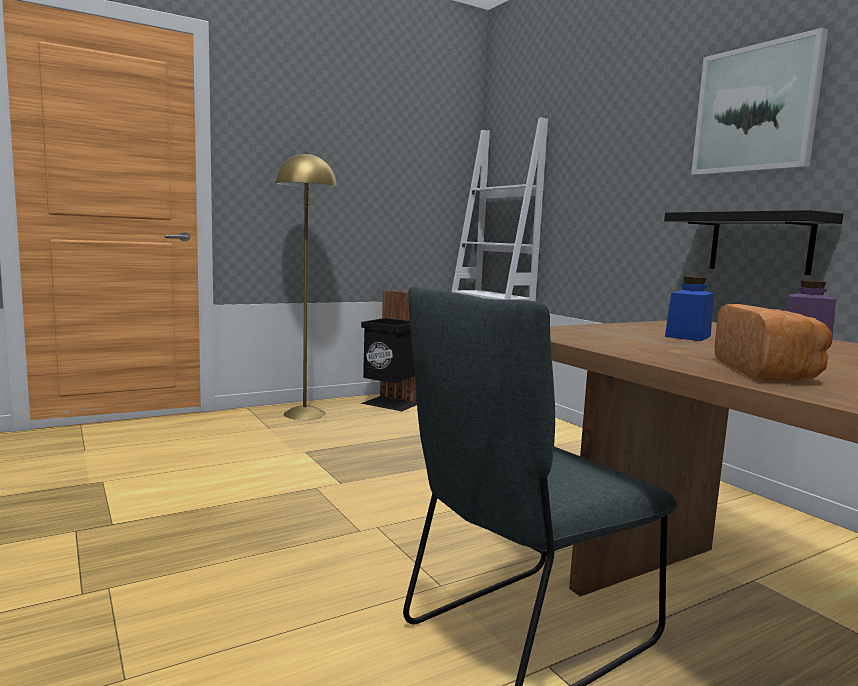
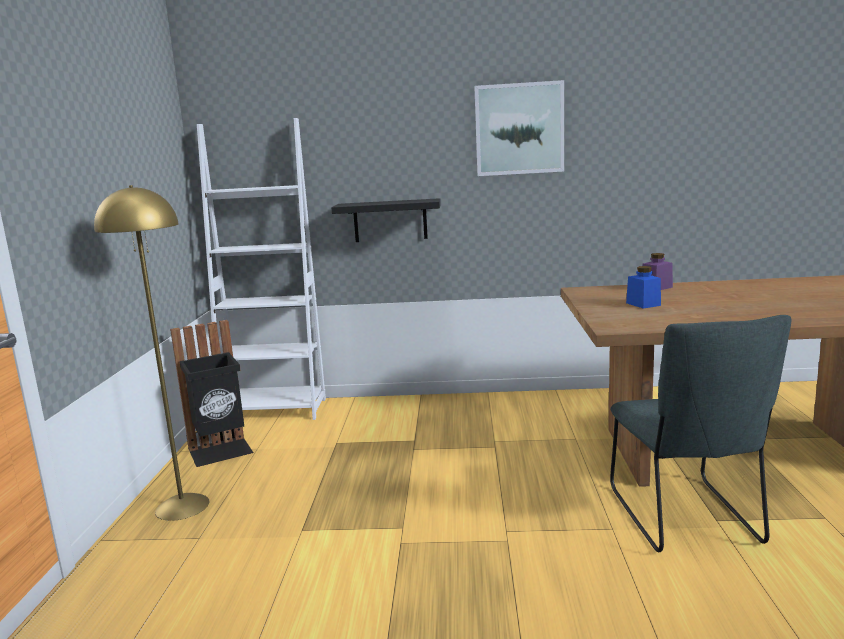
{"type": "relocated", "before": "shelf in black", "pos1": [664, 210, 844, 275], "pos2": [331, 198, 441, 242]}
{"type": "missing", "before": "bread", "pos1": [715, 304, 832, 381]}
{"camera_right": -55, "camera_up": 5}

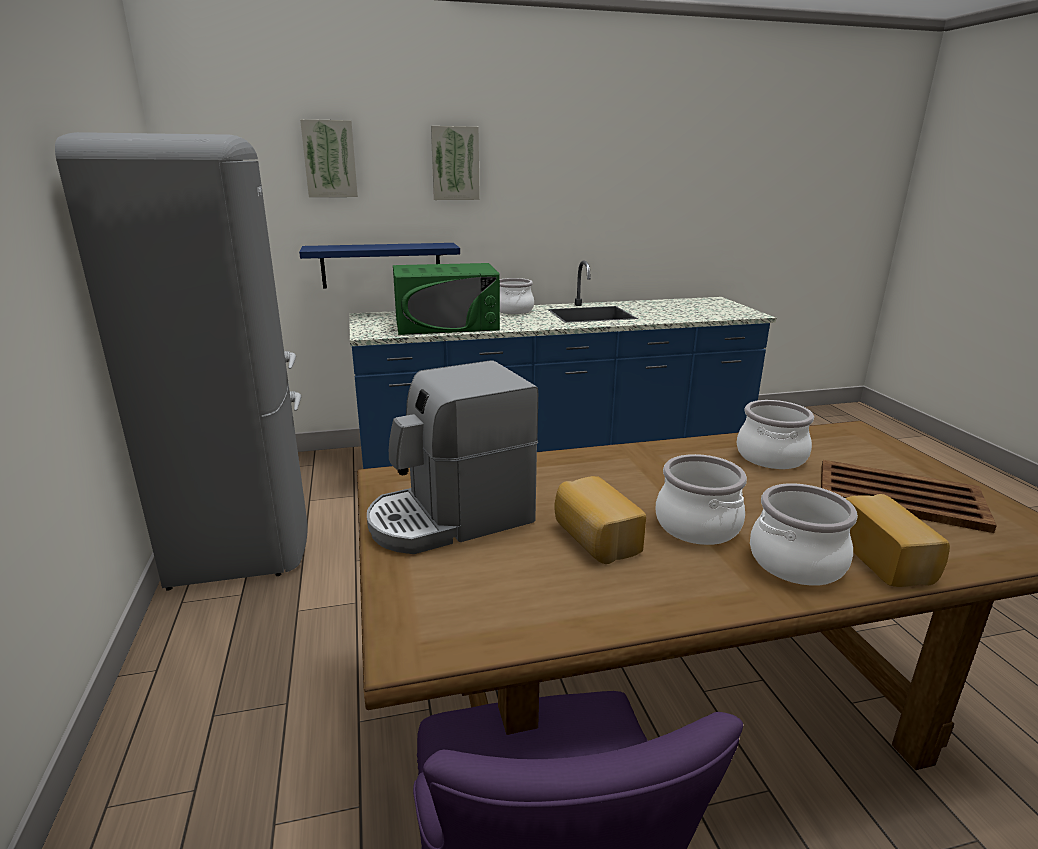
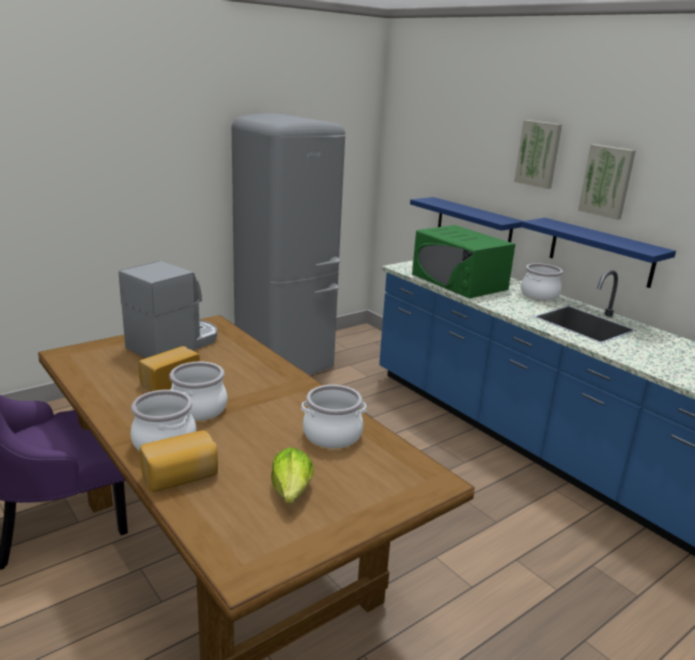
{"type": "relocated", "before": "picture", "pos1": [300, 119, 358, 197], "pos2": [578, 144, 636, 220]}
{"type": "spun", "before": "coffee machine", "pos1": [367, 360, 538, 554], "pos2": [119, 261, 217, 358], "turn": 90}
{"type": "exchanged", "before": "tray in brown", "after": "lettuce", "pos1": [821, 460, 997, 533], "pos2": [271, 447, 314, 503]}
{"type": "appeared", "after": "shelf in blue", "pos2": [521, 218, 676, 288]}
{"camera_right": 65, "camera_up": 0}

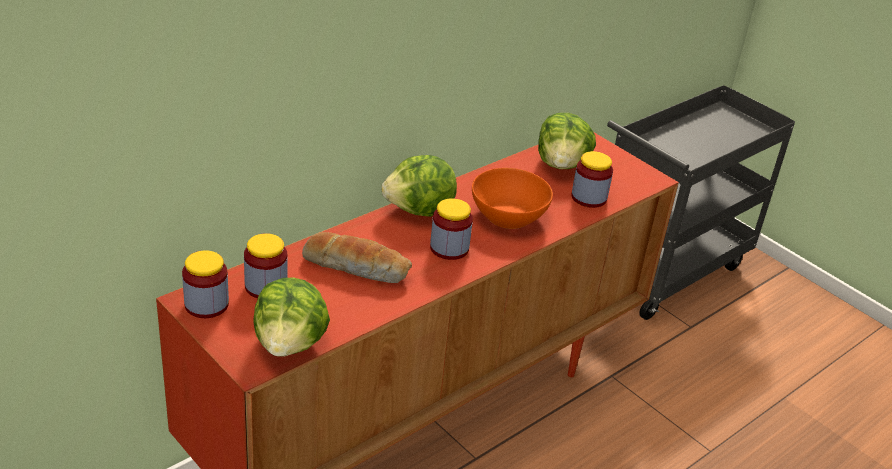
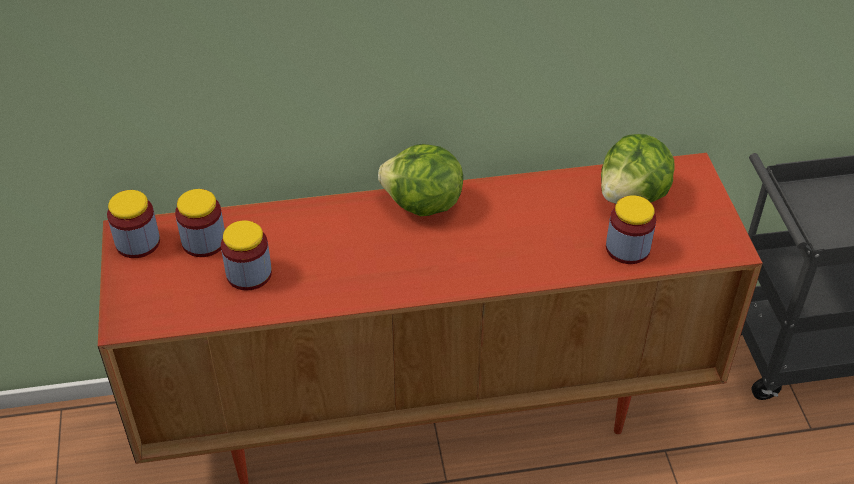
{"type": "missing", "before": "lettuce", "pos1": [253, 278, 330, 357]}
{"type": "missing", "before": "bread", "pos1": [302, 232, 412, 283]}
{"type": "relocated", "before": "jar", "pos1": [430, 198, 473, 260], "pos2": [221, 220, 272, 291]}
{"type": "missing", "before": "bowl in orange", "pos1": [472, 168, 553, 229]}
{"camera_right": 35, "camera_up": 10}

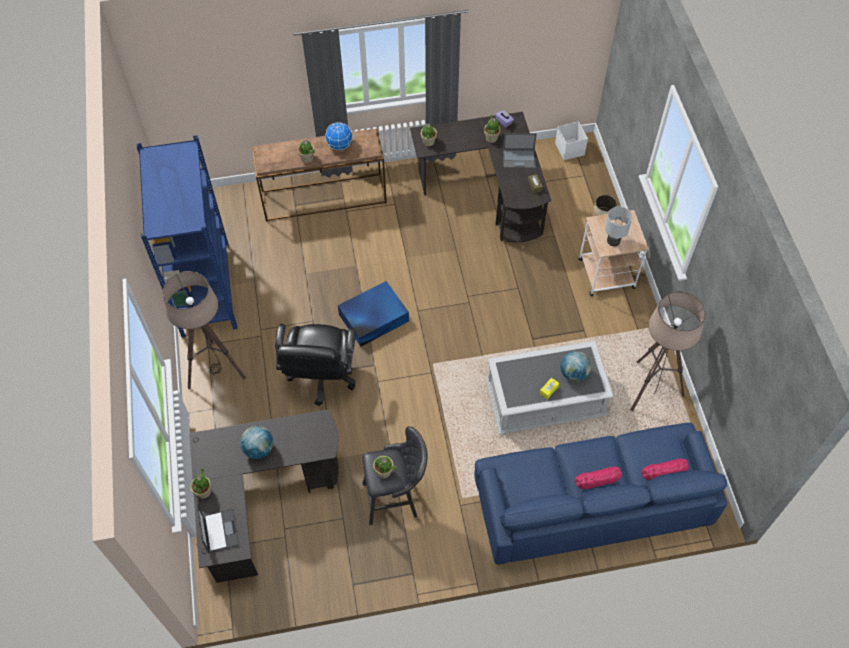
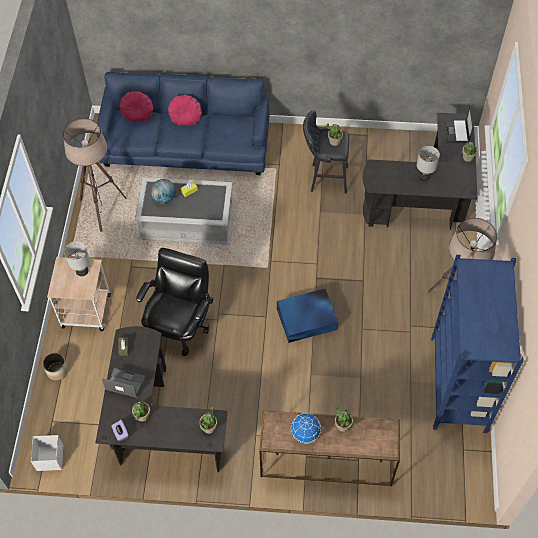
{"type": "exchanged", "before": "globe", "after": "table lamp in grey", "pos1": [240, 426, 273, 459], "pos2": [417, 146, 440, 181]}
{"type": "relocated", "before": "office chair in black", "pos1": [275, 324, 356, 406], "pos2": [136, 248, 213, 356]}
{"camera_right": -165, "camera_up": 0}

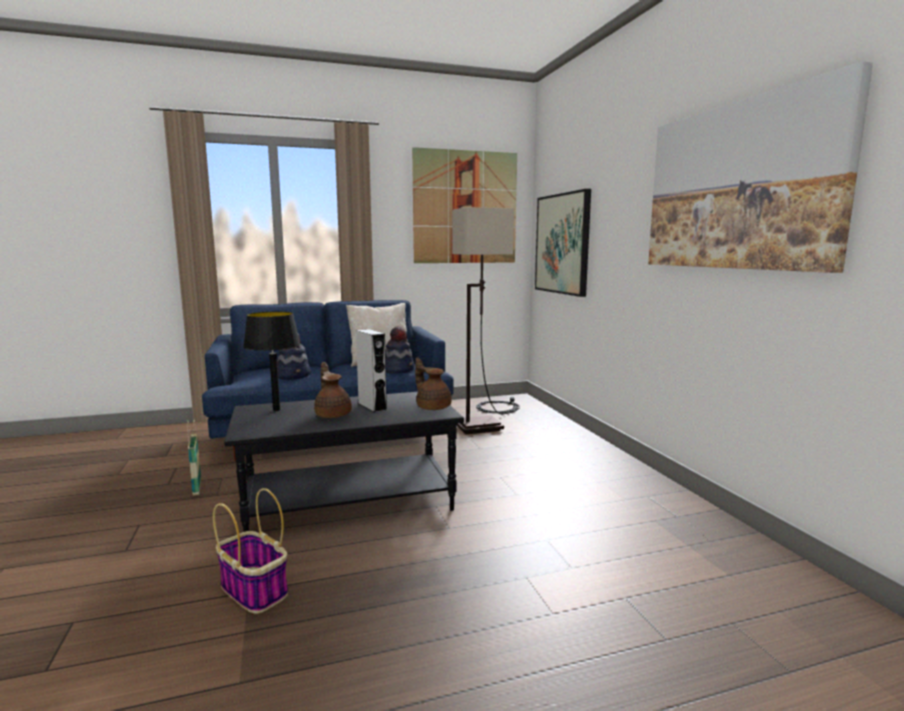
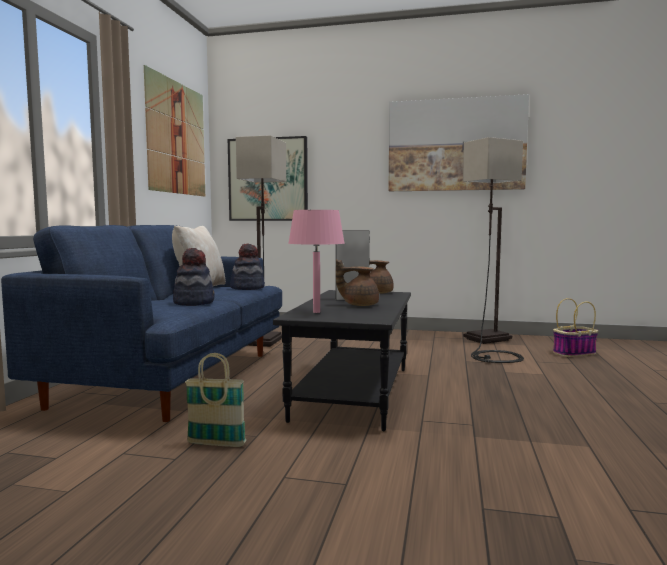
{"type": "relocated", "before": "basket", "pos1": [213, 488, 288, 614], "pos2": [553, 298, 598, 357]}
{"type": "colour", "before": "table lamp in black", "after": "table lamp in pink", "pos1": [243, 311, 301, 411], "pos2": [288, 210, 345, 313]}
{"type": "appeared", "after": "floor lamp", "pos2": [463, 137, 524, 363]}
{"camera_right": -60, "camera_up": -5}

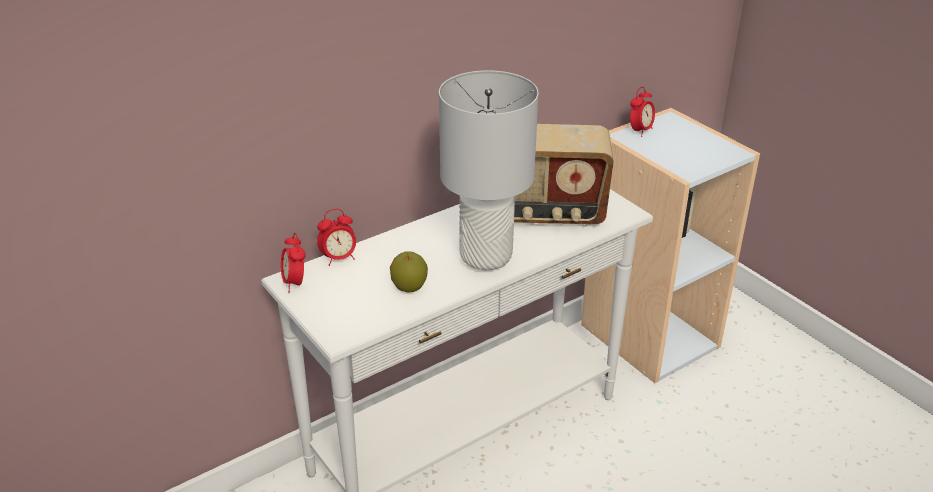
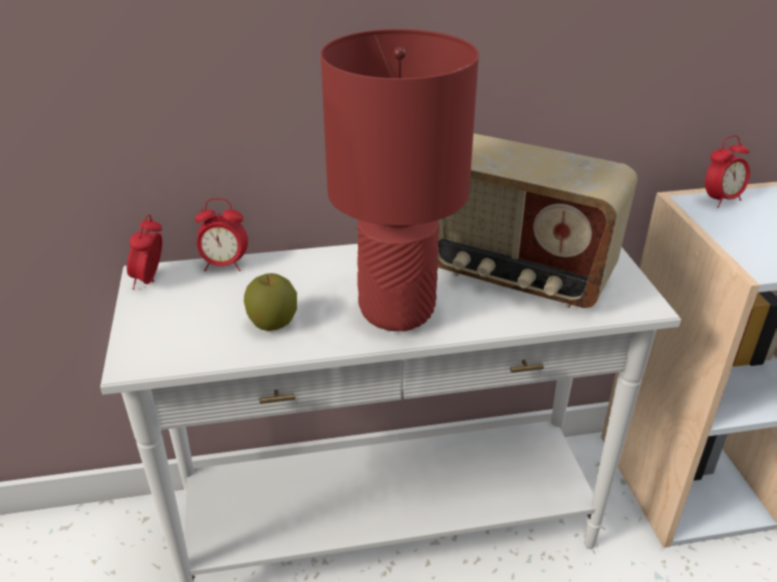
{"type": "colour", "before": "table lamp in grey", "after": "table lamp in red", "pos1": [439, 70, 538, 270], "pos2": [321, 29, 479, 331]}
{"camera_right": 25, "camera_up": 0}

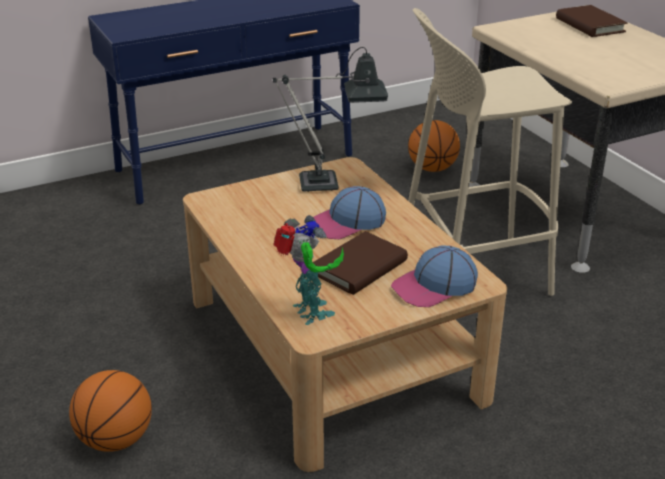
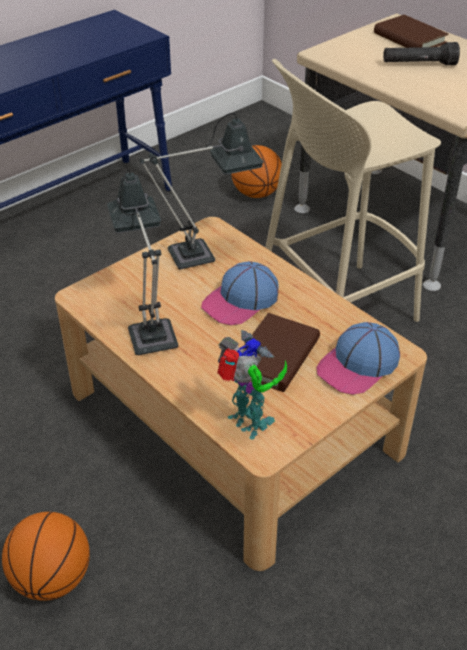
{"type": "appeared", "after": "table lamp", "pos2": [107, 170, 178, 355]}
{"type": "appeared", "after": "flashlight in black", "pos2": [383, 42, 460, 65]}
{"camera_right": -15, "camera_up": 10}

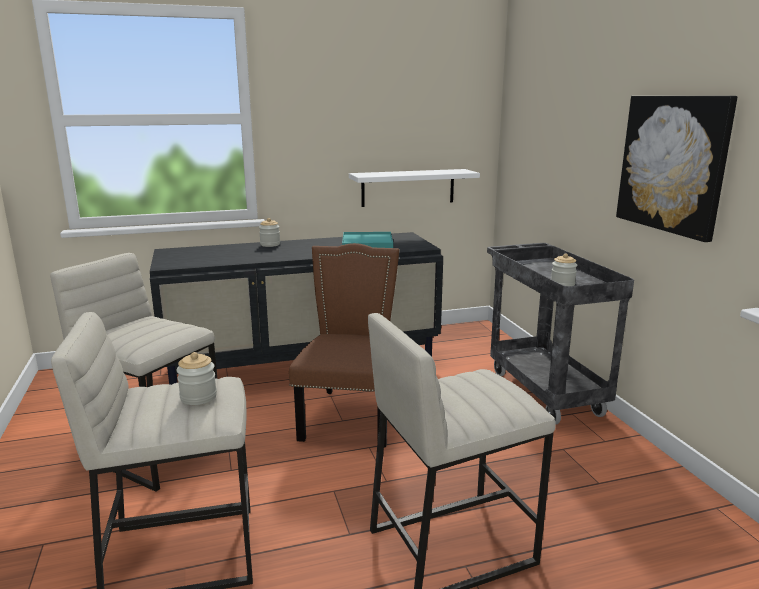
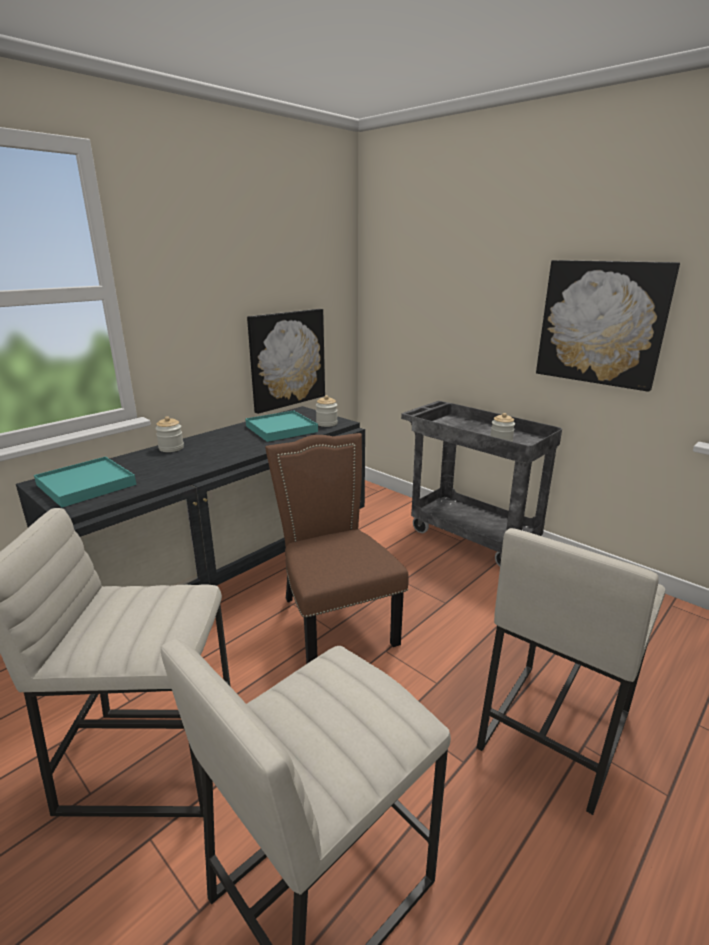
{"type": "relocated", "before": "jar", "pos1": [177, 352, 217, 405], "pos2": [316, 395, 338, 427]}
{"type": "exchanged", "before": "shelf in white", "after": "picture", "pos1": [349, 169, 480, 207], "pos2": [247, 309, 325, 414]}
{"type": "appeared", "after": "tray in turquoise", "pos2": [34, 457, 137, 508]}
{"camera_right": -30, "camera_up": 5}

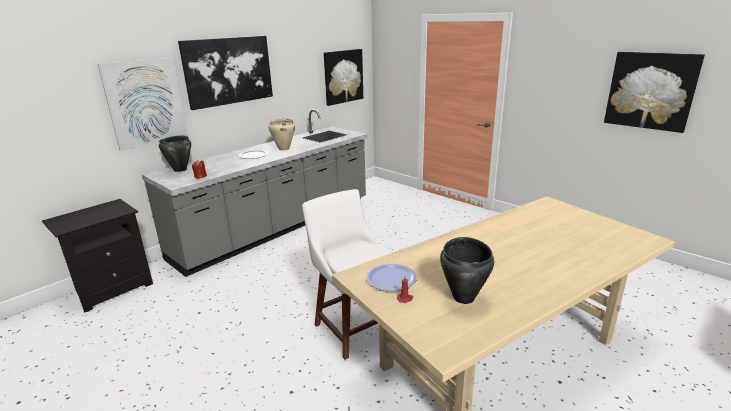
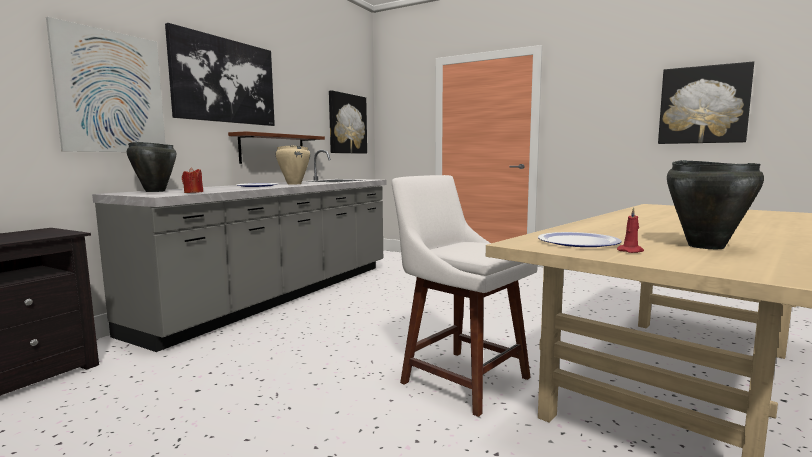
{"type": "appeared", "after": "shelf in brown", "pos2": [228, 131, 325, 164]}
{"camera_right": -15, "camera_up": -15}

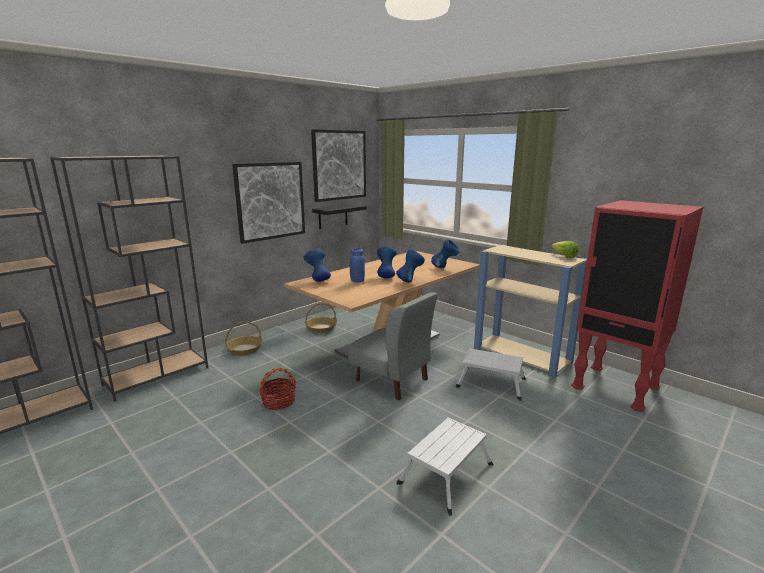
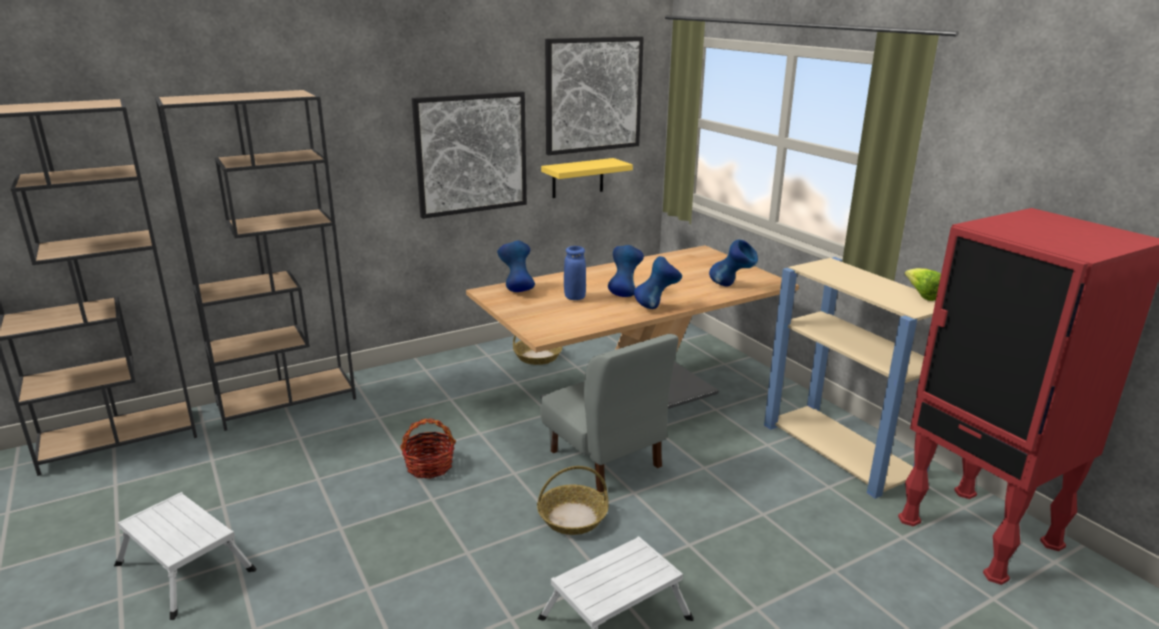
{"type": "relocated", "before": "basket", "pos1": [225, 321, 262, 355], "pos2": [537, 466, 609, 535]}
{"type": "colour", "before": "shelf in black", "after": "shelf in yellow", "pos1": [312, 204, 367, 229], "pos2": [541, 158, 633, 198]}
{"type": "relocated", "before": "step ladder in white", "pos1": [456, 348, 526, 401], "pos2": [114, 492, 257, 620]}
{"camera_right": 15, "camera_up": 5}

